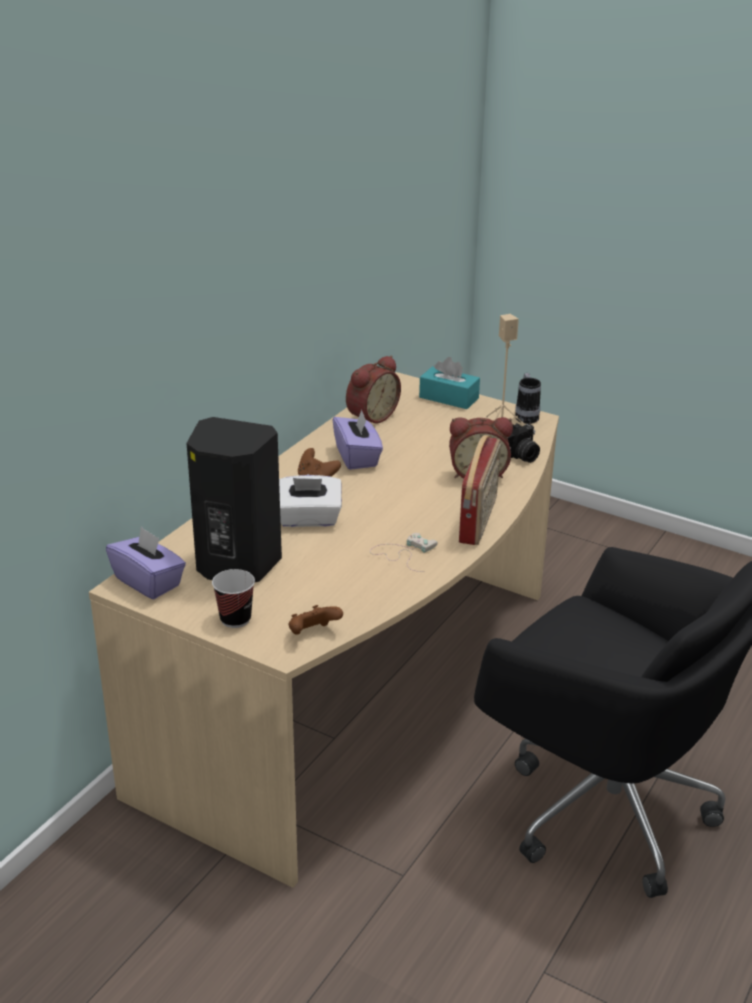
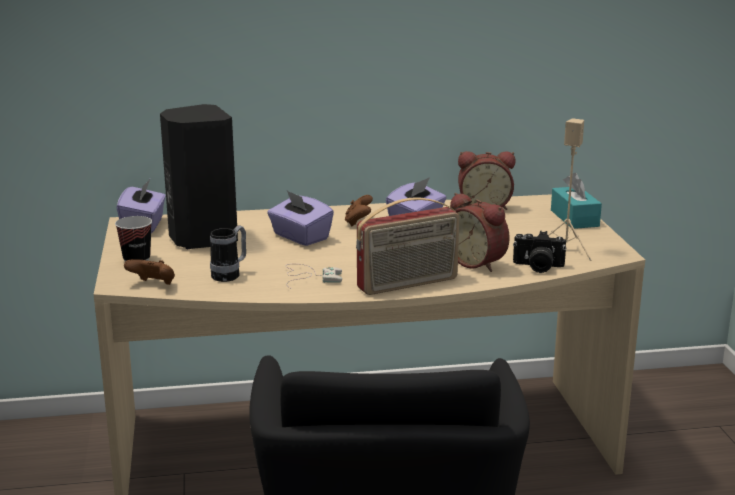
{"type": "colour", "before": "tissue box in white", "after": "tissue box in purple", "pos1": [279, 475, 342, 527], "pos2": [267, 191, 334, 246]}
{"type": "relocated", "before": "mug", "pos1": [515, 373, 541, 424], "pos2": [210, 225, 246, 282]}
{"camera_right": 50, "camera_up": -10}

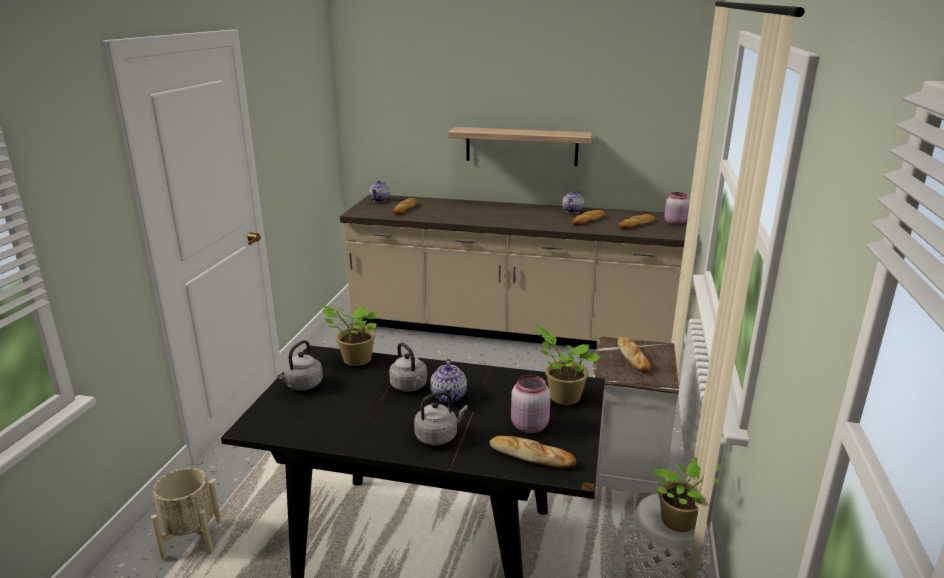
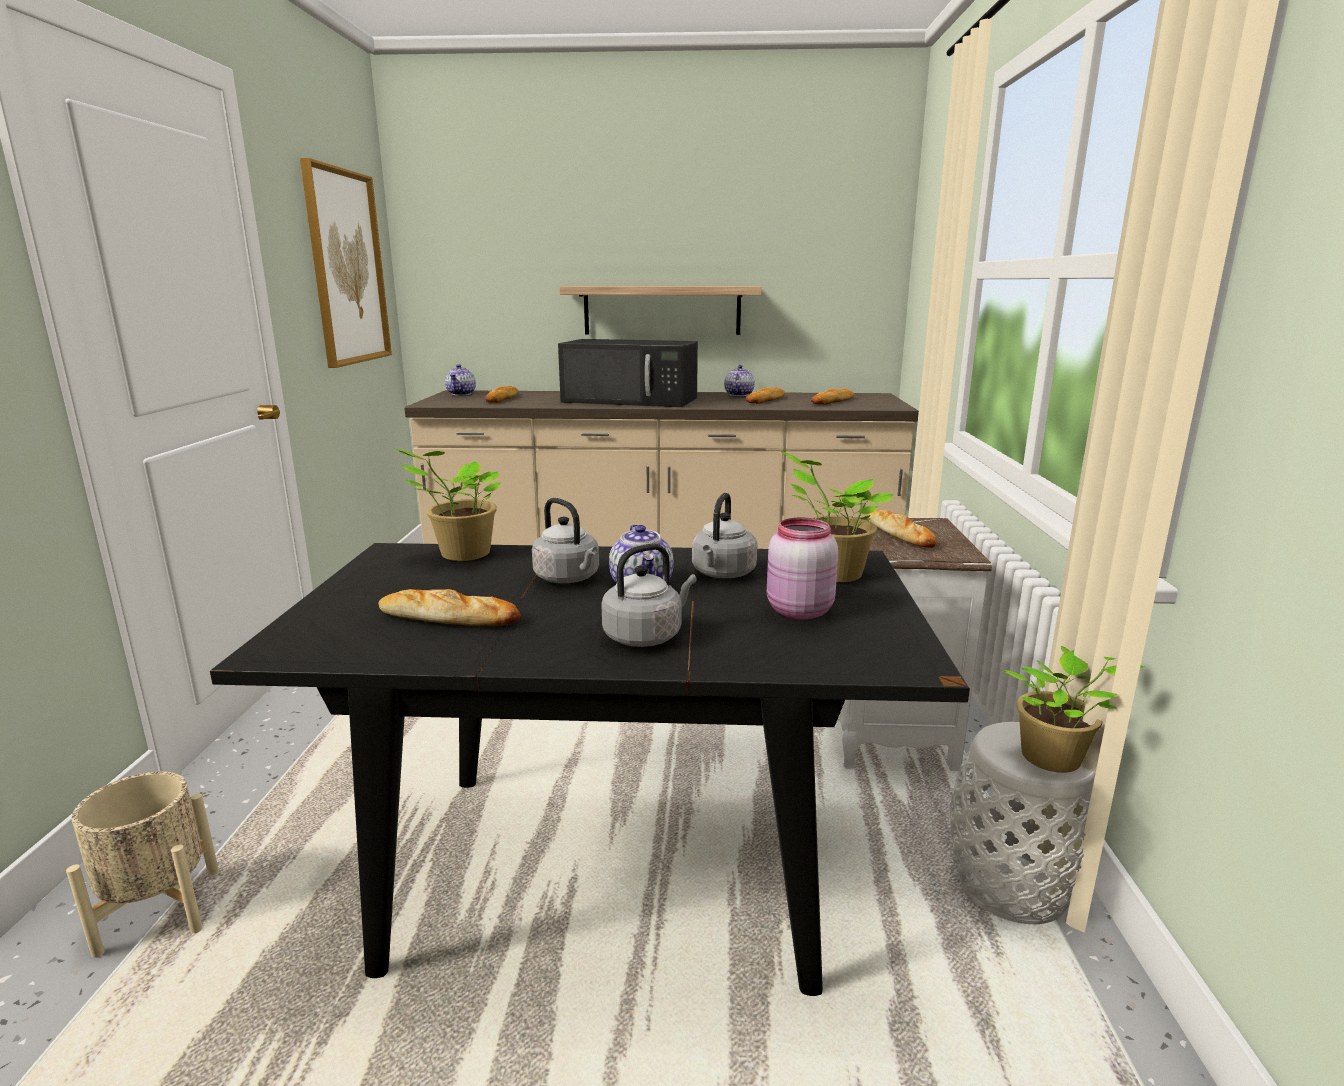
{"type": "relocated", "before": "kettle in grey", "pos1": [278, 340, 323, 390], "pos2": [692, 493, 757, 578]}
{"type": "relocated", "before": "bread", "pos1": [490, 436, 577, 468], "pos2": [379, 589, 520, 626]}
{"type": "missing", "before": "jar in pink", "pos1": [664, 192, 689, 225]}
{"type": "appeared", "after": "picture", "pos2": [300, 158, 392, 368]}
{"type": "appeared", "after": "microwave in black", "pos2": [558, 339, 698, 407]}
{"camera_right": -10, "camera_up": -5}

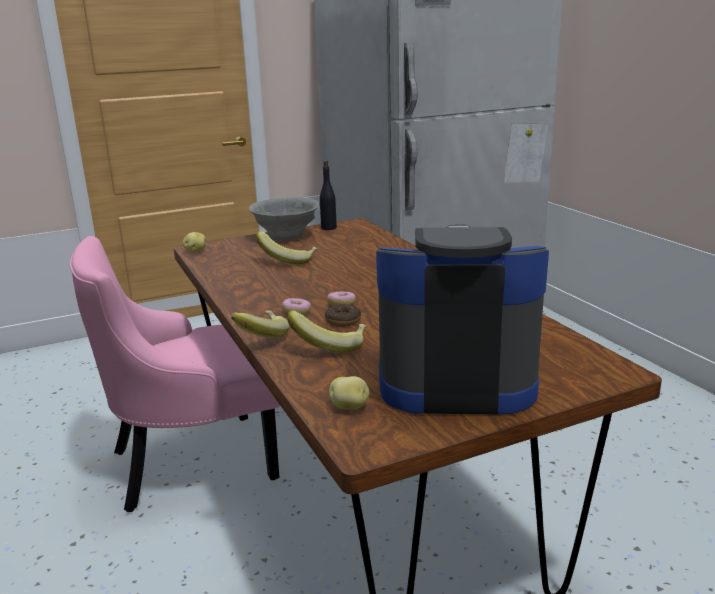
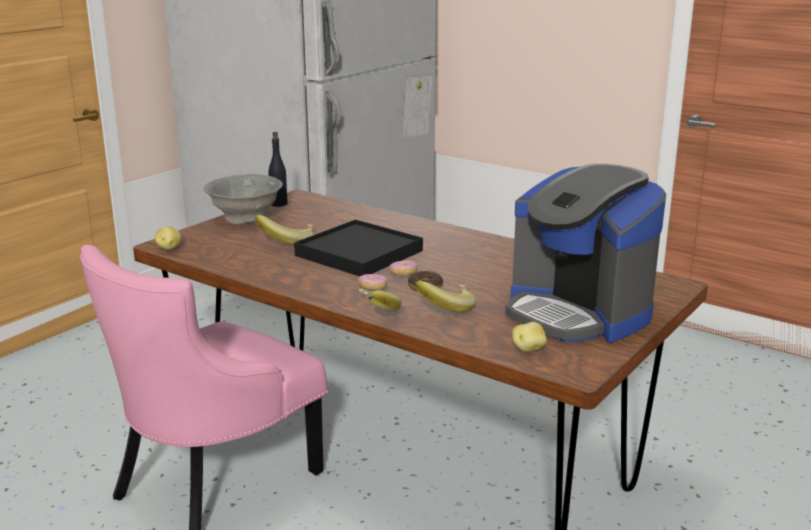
{"type": "spun", "before": "coffee machine", "pos1": [376, 225, 549, 414], "pos2": [505, 164, 666, 343], "turn": -105}
{"type": "appeared", "after": "tray in black", "pos2": [294, 219, 423, 276]}
{"camera_right": -30, "camera_up": 0}

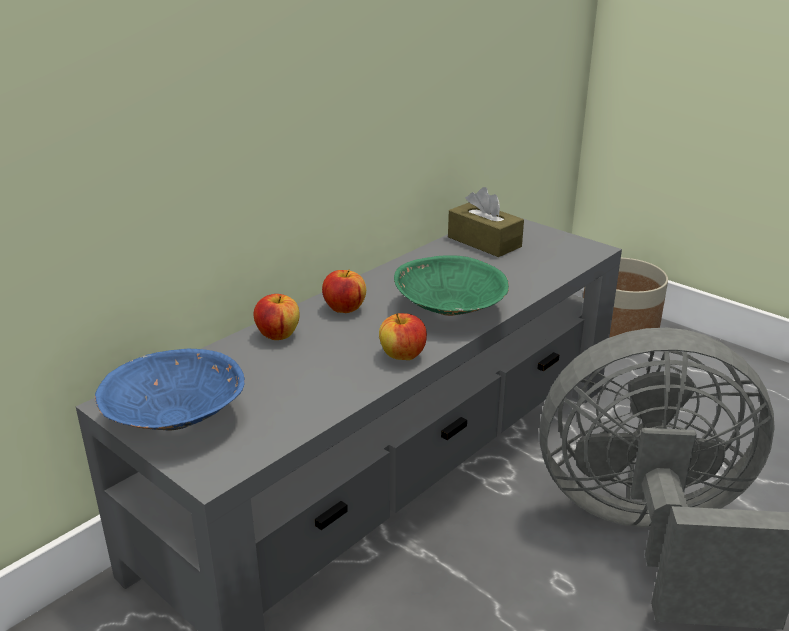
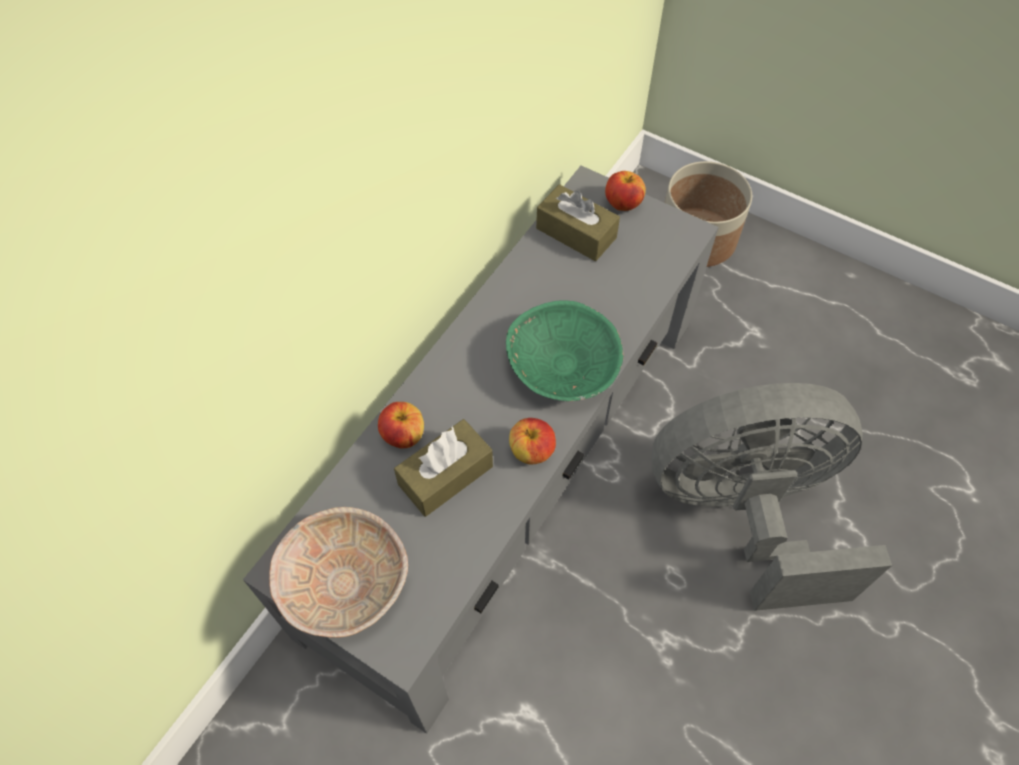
{"type": "colour", "before": "bowl in blue", "after": "bowl in beige", "pos1": [95, 348, 245, 431], "pos2": [269, 507, 408, 638]}
{"type": "relocated", "before": "apple", "pos1": [322, 269, 366, 313], "pos2": [605, 171, 646, 211]}
{"type": "appeared", "after": "tissue box in brown", "pos2": [394, 419, 493, 517]}
{"camera_right": -10, "camera_up": 30}

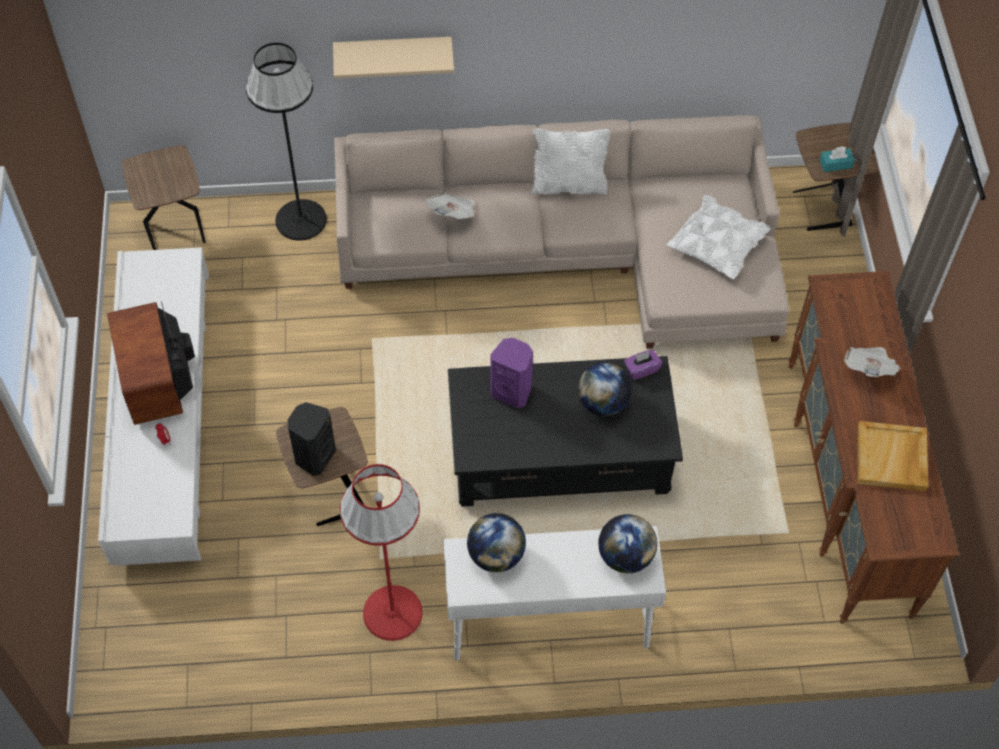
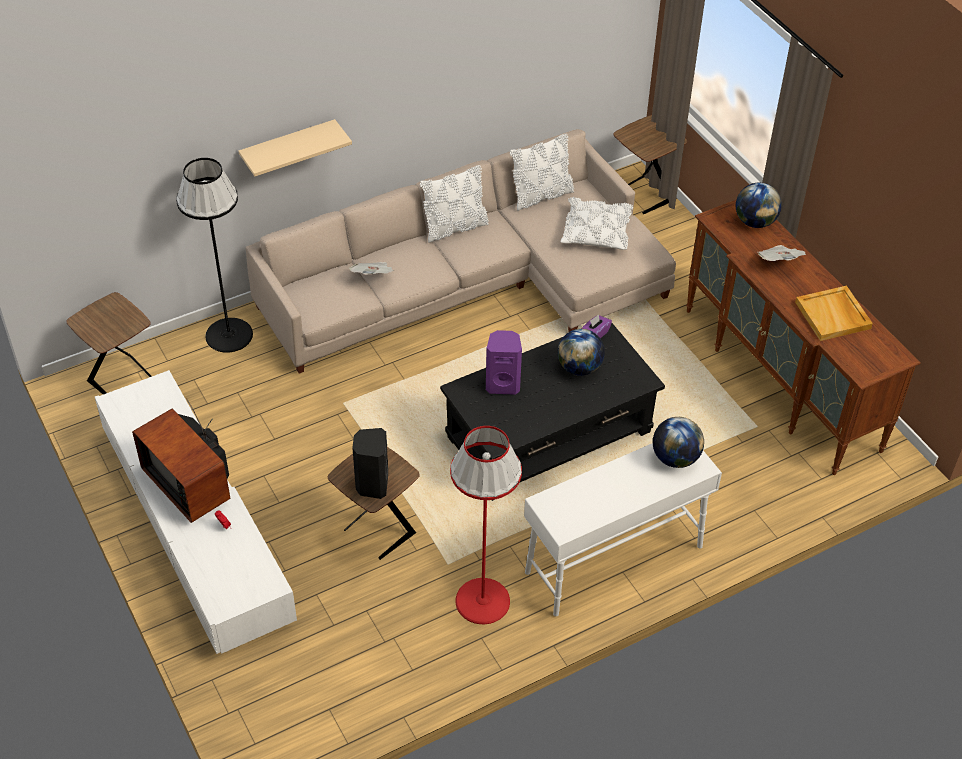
{"type": "relocated", "before": "globe", "pos1": [467, 513, 526, 572], "pos2": [736, 183, 782, 228]}
{"type": "missing", "before": "tissue box in turquoise", "pos1": [820, 146, 855, 172]}
{"type": "appeared", "after": "pillow in white", "pos2": [510, 134, 574, 211]}
{"camera_right": -25, "camera_up": -10}

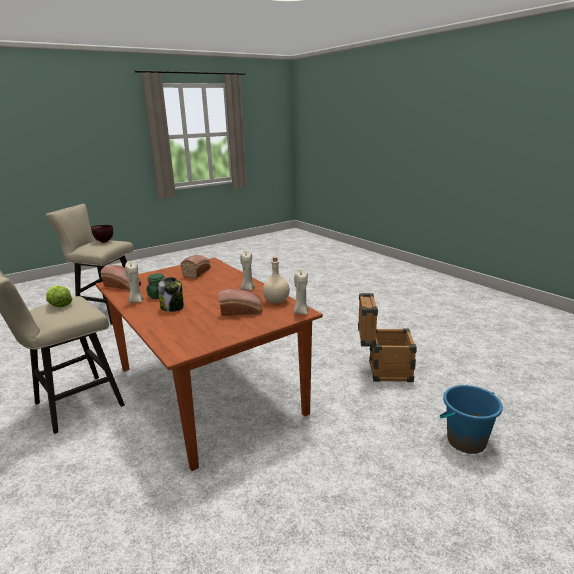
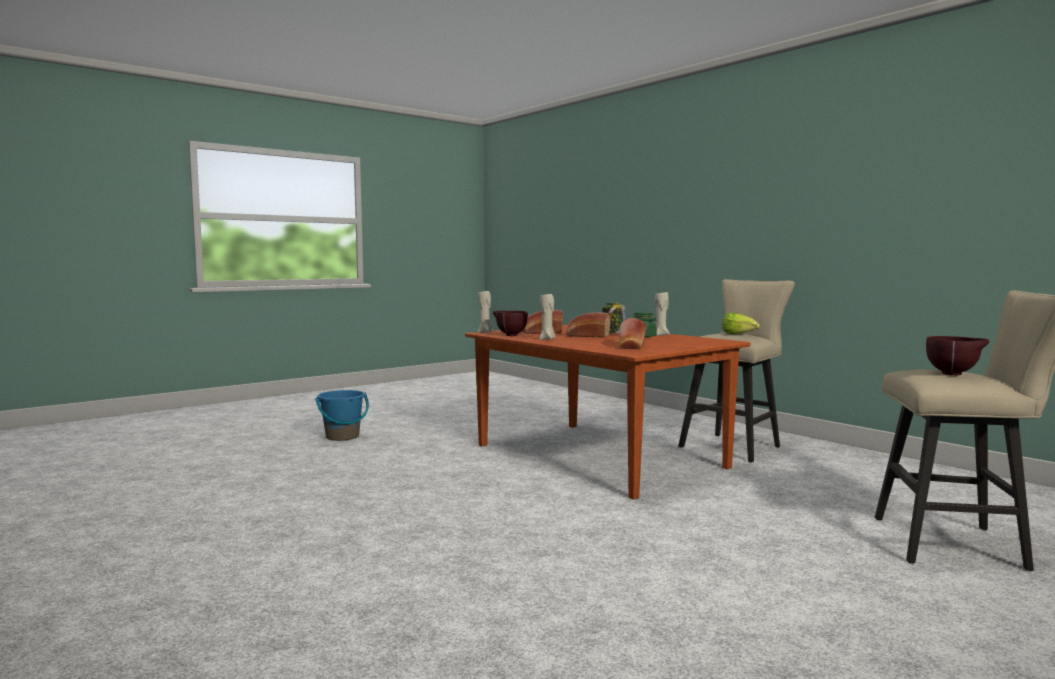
{"type": "relocated", "before": "bread", "pos1": [101, 265, 141, 290], "pos2": [566, 312, 611, 338]}
{"type": "exchanged", "before": "bottle in beige", "after": "bowl in brown", "pos1": [263, 257, 290, 303], "pos2": [493, 311, 528, 336]}
{"type": "missing", "before": "crate", "pos1": [358, 293, 417, 382]}
{"camera_right": 175, "camera_up": -15}

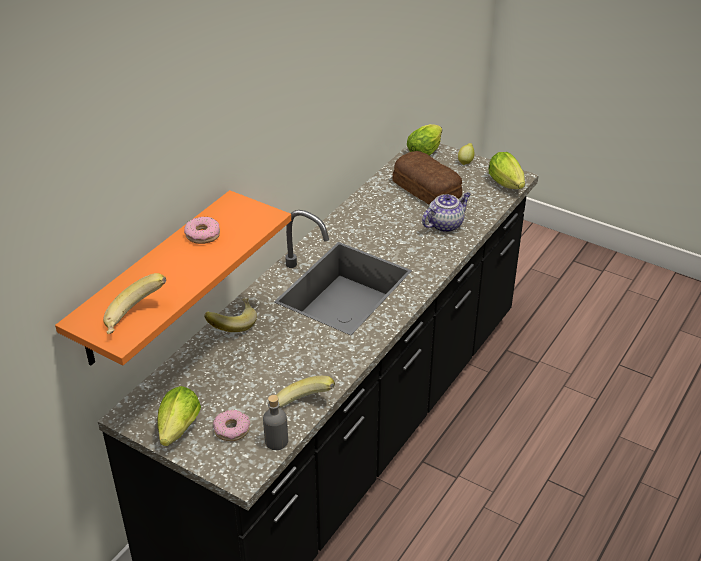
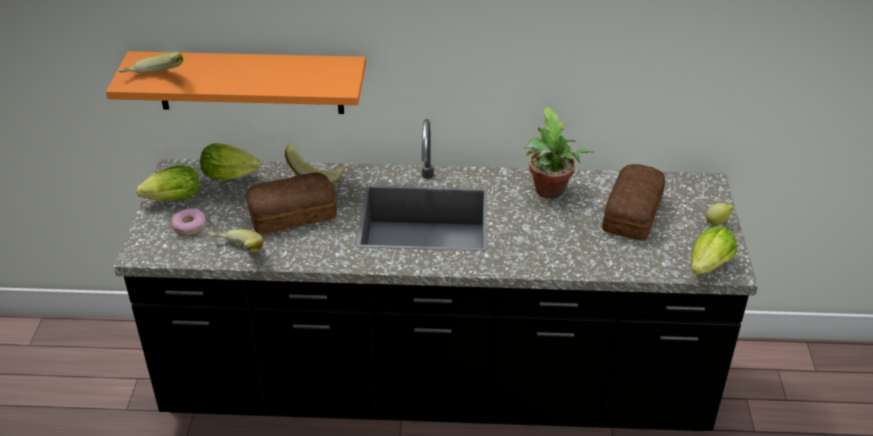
{"type": "missing", "before": "donut", "pos1": [184, 217, 220, 244]}
{"type": "missing", "before": "bottle in grey", "pos1": [263, 395, 288, 450]}
{"type": "relocated", "before": "lettuce", "pos1": [407, 124, 442, 156], "pos2": [200, 143, 260, 180]}
{"type": "missing", "before": "teapot", "pos1": [422, 193, 471, 232]}
{"type": "appeared", "after": "bread", "pos2": [246, 172, 337, 234]}
{"type": "appeared", "after": "potted plant", "pos2": [524, 107, 594, 199]}
{"camera_right": 60, "camera_up": 0}

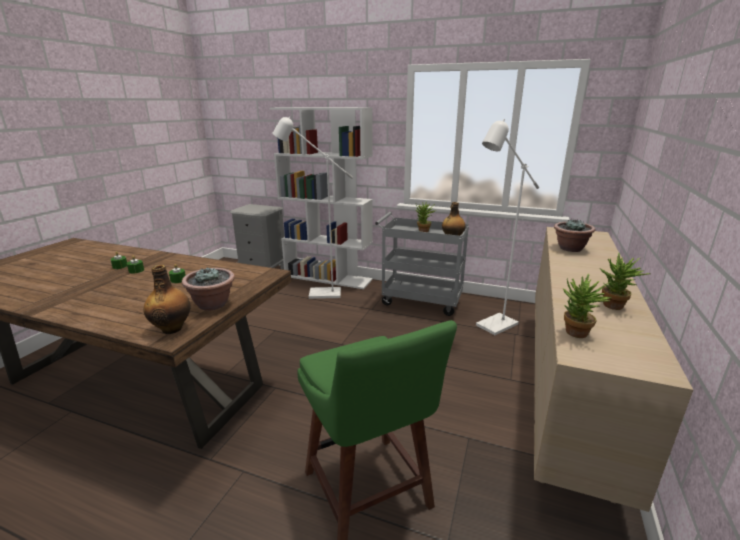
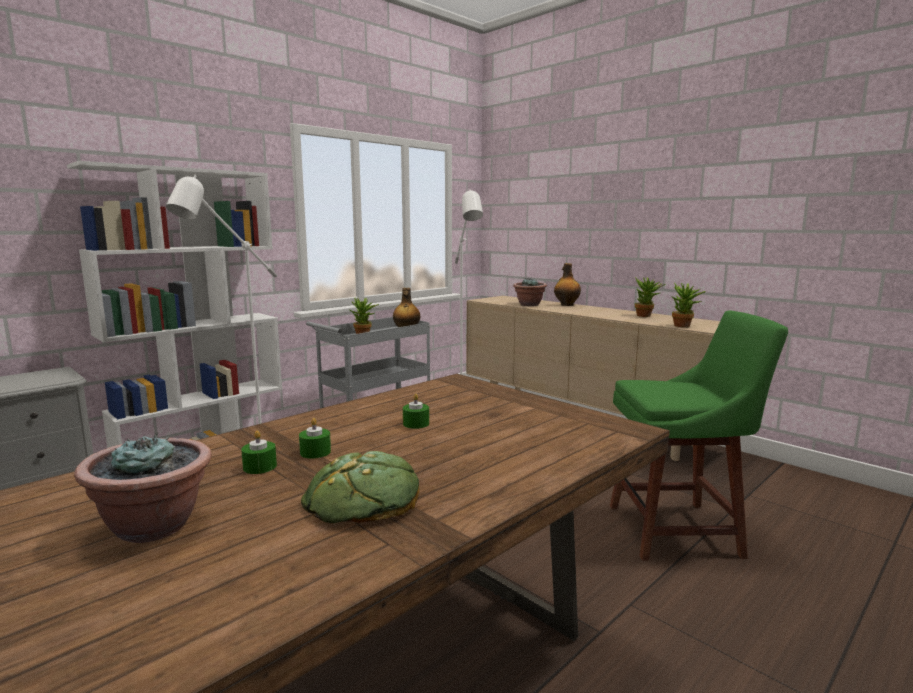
{"type": "relocated", "before": "bottle", "pos1": [143, 265, 191, 334], "pos2": [554, 263, 581, 306]}
{"type": "relocated", "before": "potted plant", "pos1": [182, 267, 235, 311], "pos2": [74, 432, 211, 543]}
{"type": "appeared", "after": "bread", "pos2": [301, 451, 419, 523]}
{"camera_right": -65, "camera_up": -10}

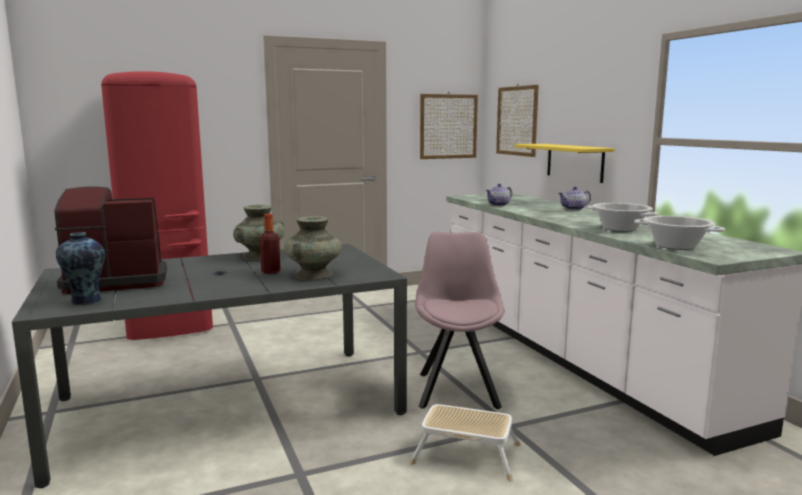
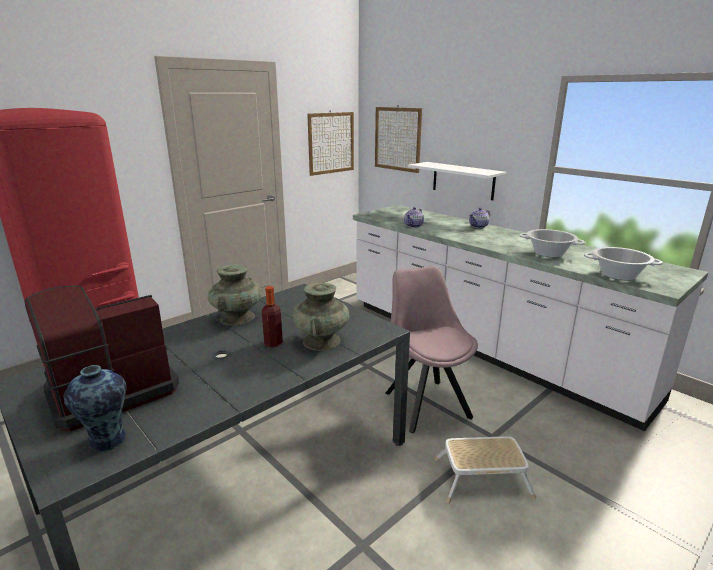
{"type": "colour", "before": "shelf in yellow", "after": "shelf in white", "pos1": [514, 144, 615, 183], "pos2": [408, 162, 507, 200]}
{"camera_right": -20, "camera_up": 10}

